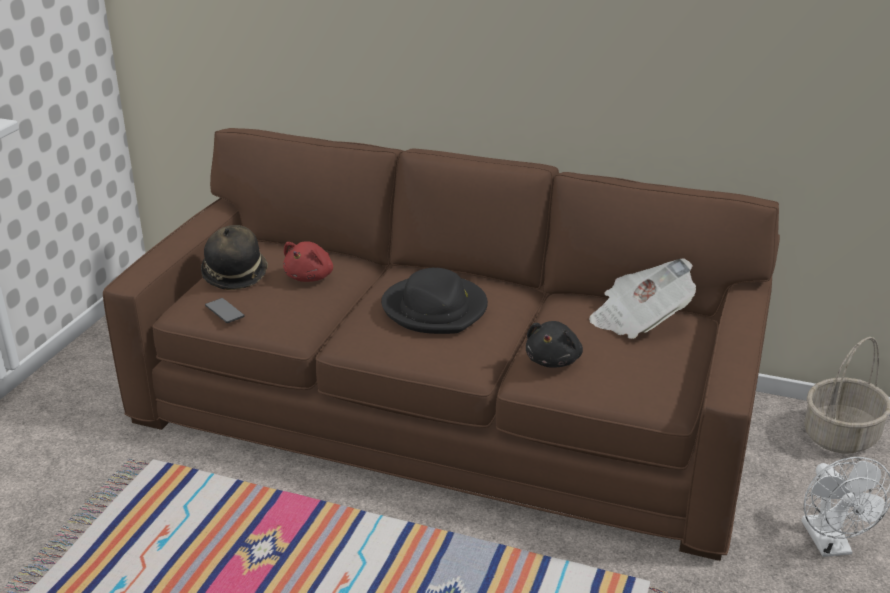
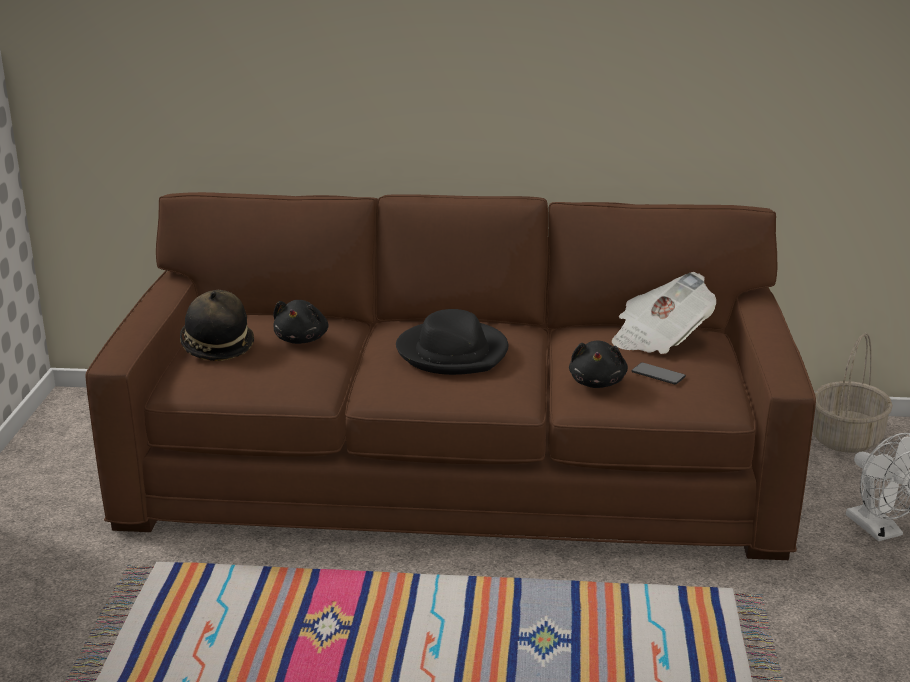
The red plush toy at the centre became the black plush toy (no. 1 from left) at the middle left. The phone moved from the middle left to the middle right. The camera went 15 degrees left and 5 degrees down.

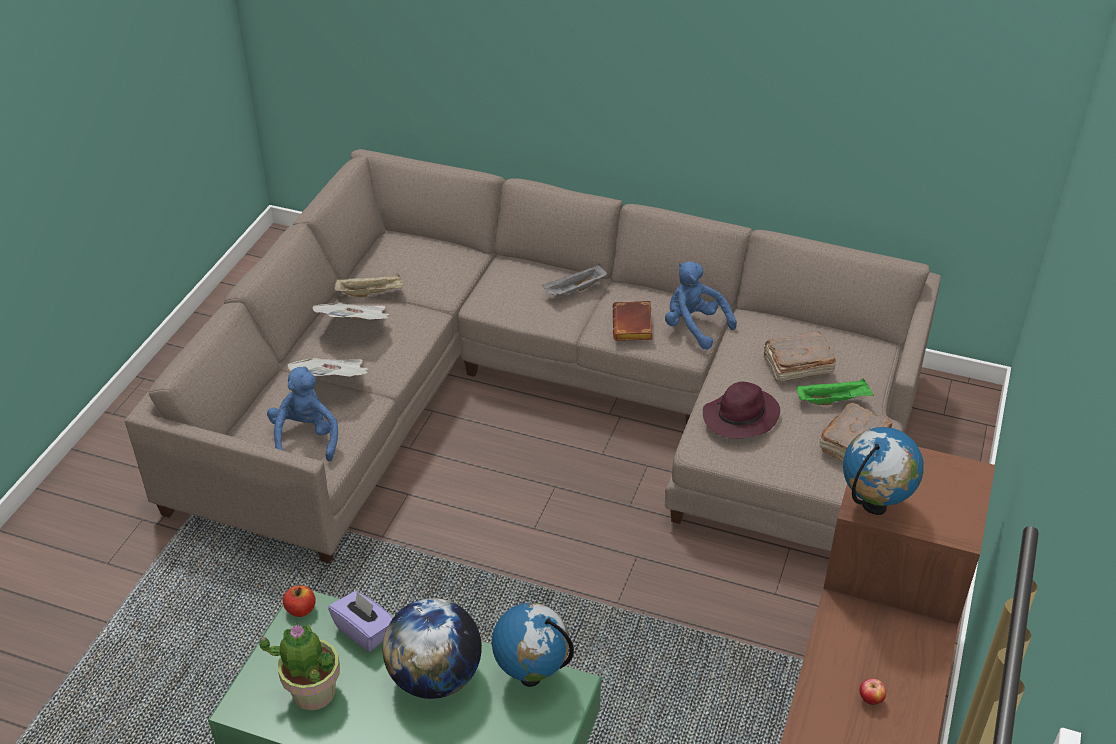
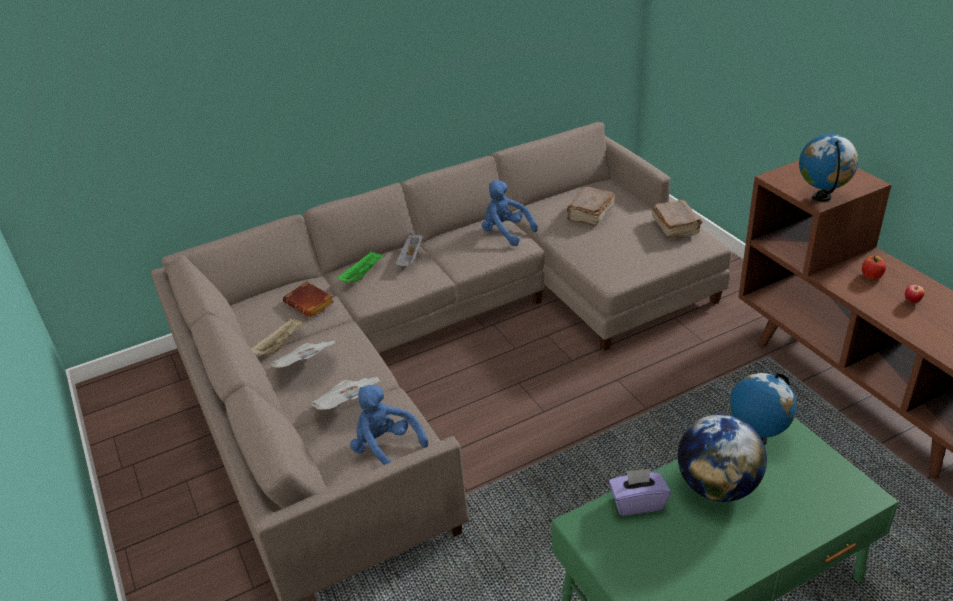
The blue plush toy (no. 2 from left) at the centre turned 45 degrees clockwise. The brown book (no. 1 from left) moved from the centre to the middle left. The green tray moved from the middle right to the centre. The purple hat at the centre disappeared. The apple (no. 1 from left) moved from the bottom left to the middle right. The potted plant at the bottom left disappeared. The camera went 45 degrees left and 5 degrees down.

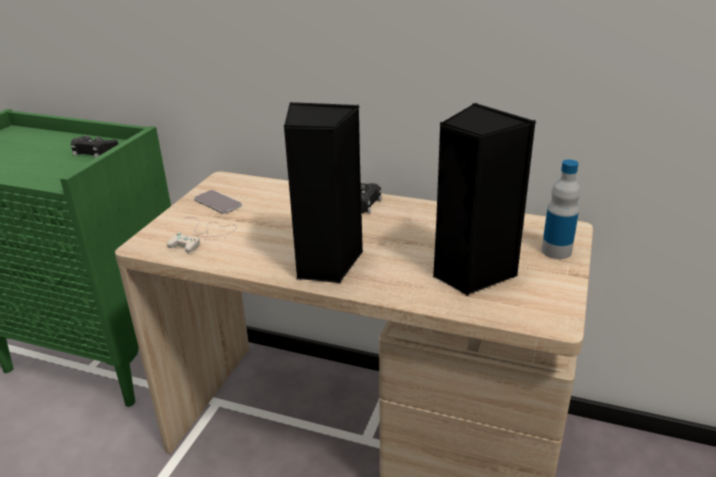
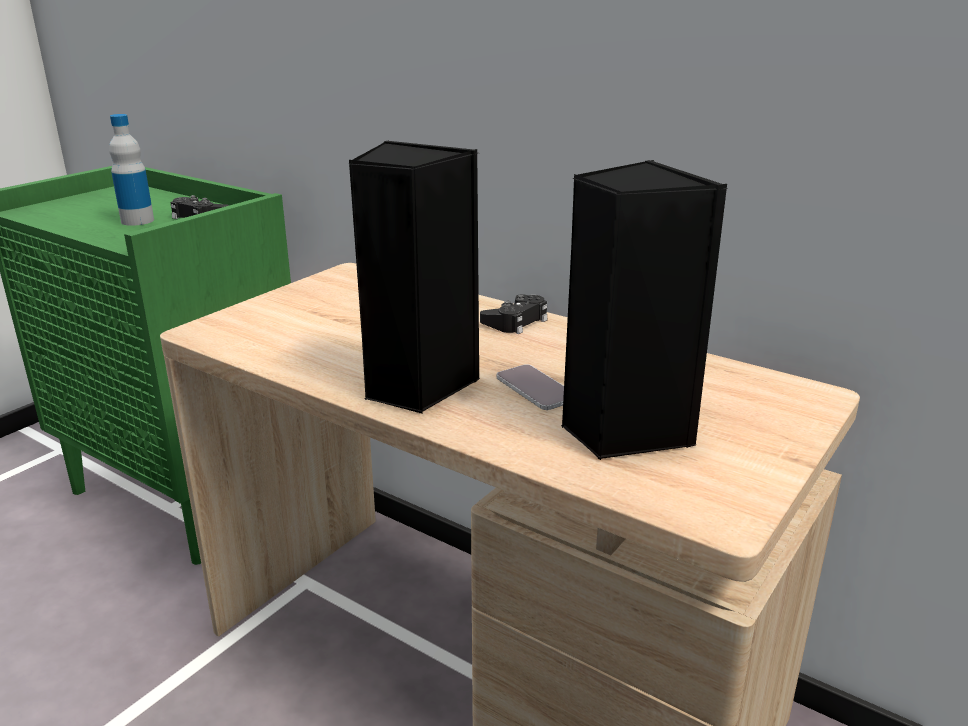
The bottle moved from the middle right to the top left. The phone moved from the middle left to the centre. The white game controller at the middle left disappeared. The camera went 15 degrees right and 5 degrees down.

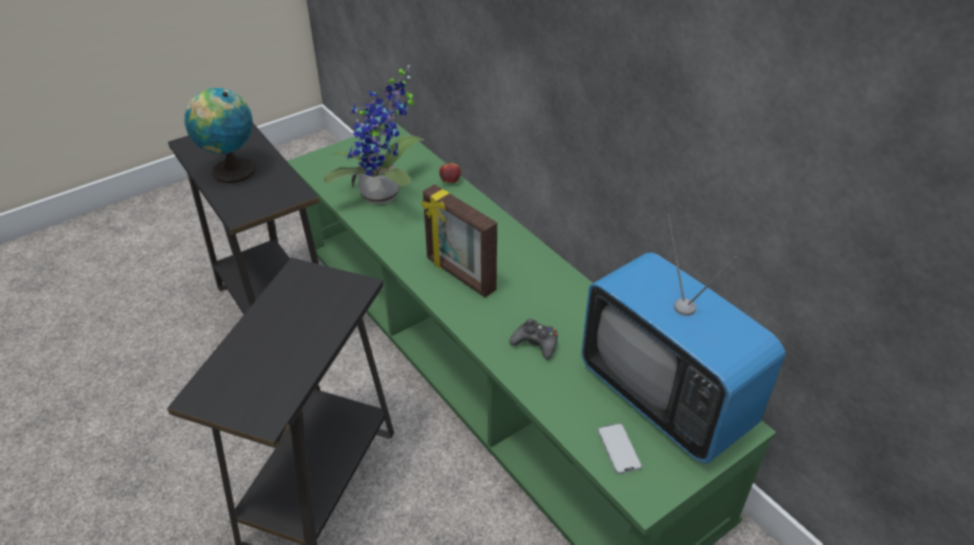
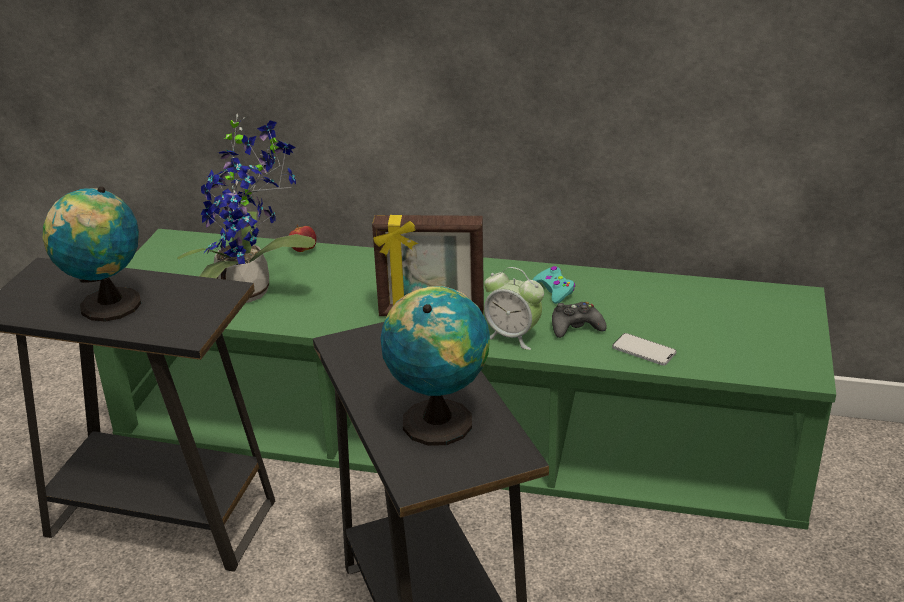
The television at the middle right disappeared. The phone moved from the bottom centre to the middle right. The turquoise game controller at the centre appeared. The alarm clock at the centre appeared. The globe (no. 2 from left) at the centre appeared. The camera went 40 degrees left and 10 degrees down.

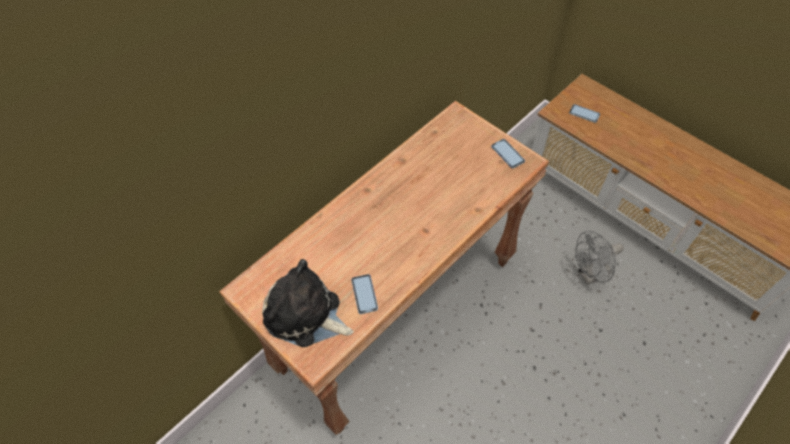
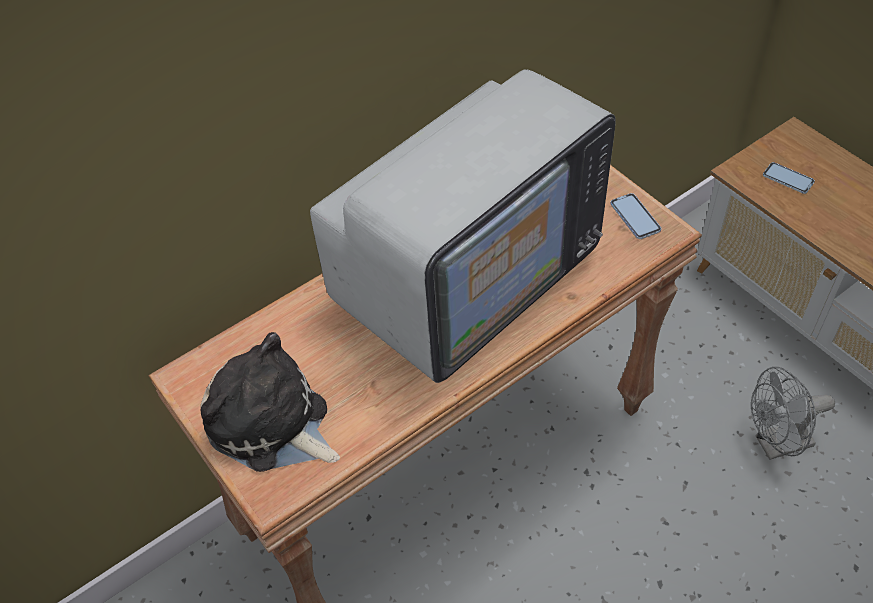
The phone (no. 1 from left) at the centre disappeared. The television at the centre appeared. The camera went 10 degrees right and 5 degrees down.

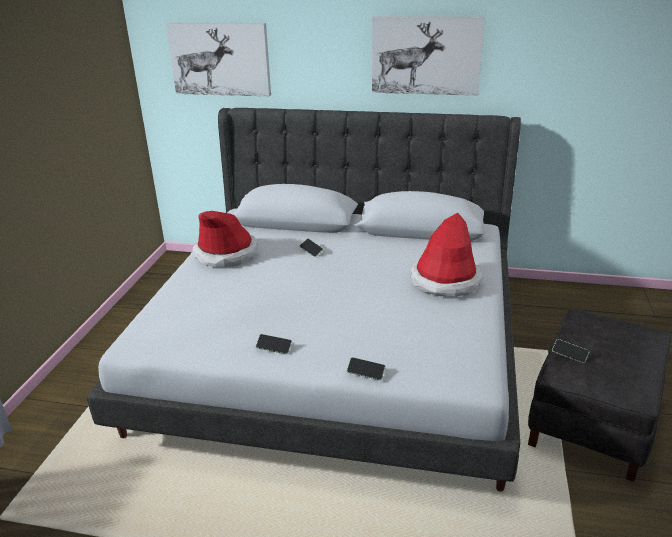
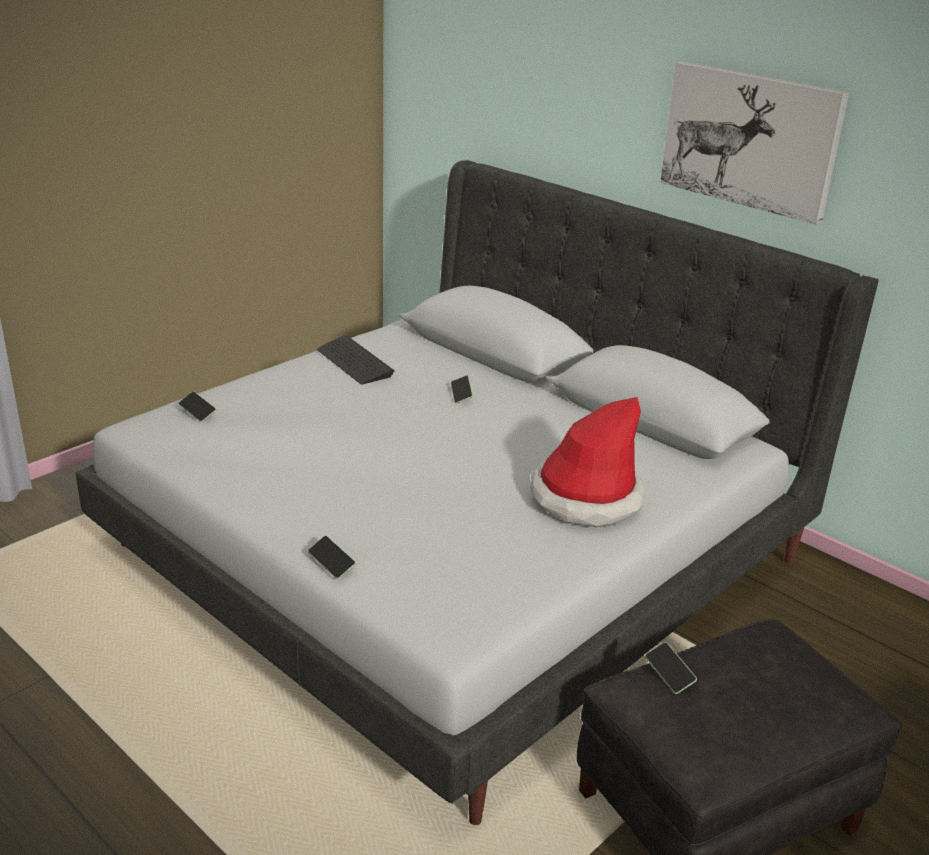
The picture (no. 1 from left) at the top left disappeared. The hat (no. 1 from left) at the centre was replaced by the keyboard at the centre. The phone (no. 1 from left) moved from the centre to the middle left. The camera went 30 degrees right and 0 degrees up.

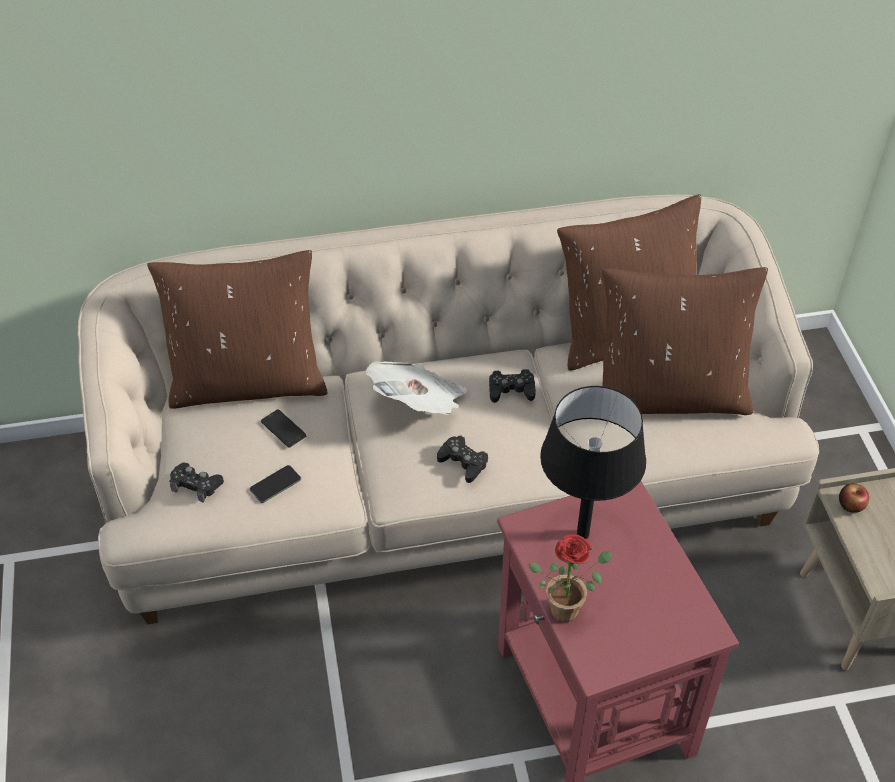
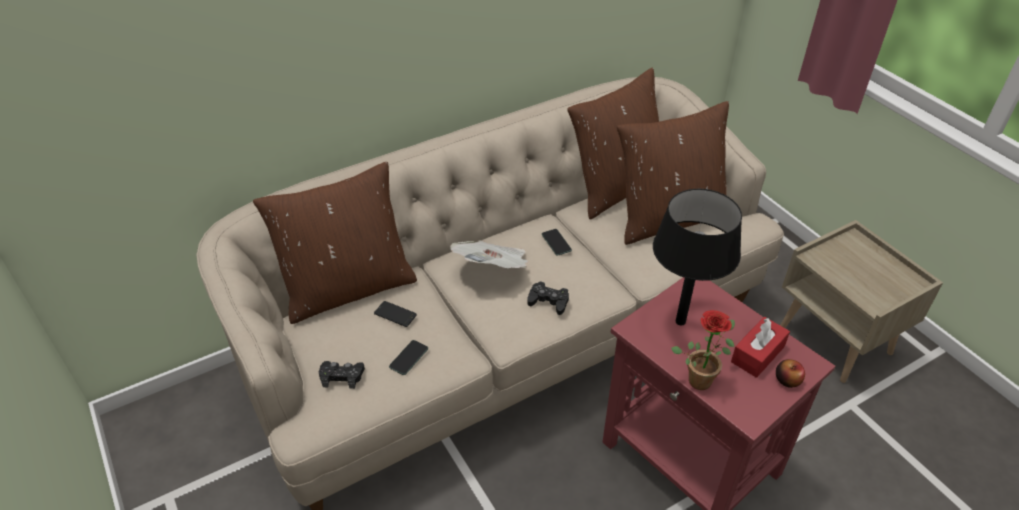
The black game controller (no. 3 from left) at the centre was replaced by the phone (no. 3 from left) at the centre. The apple moved from the middle right to the bottom right. The red tissue box at the bottom right appeared. The camera went 20 degrees left and 5 degrees down.

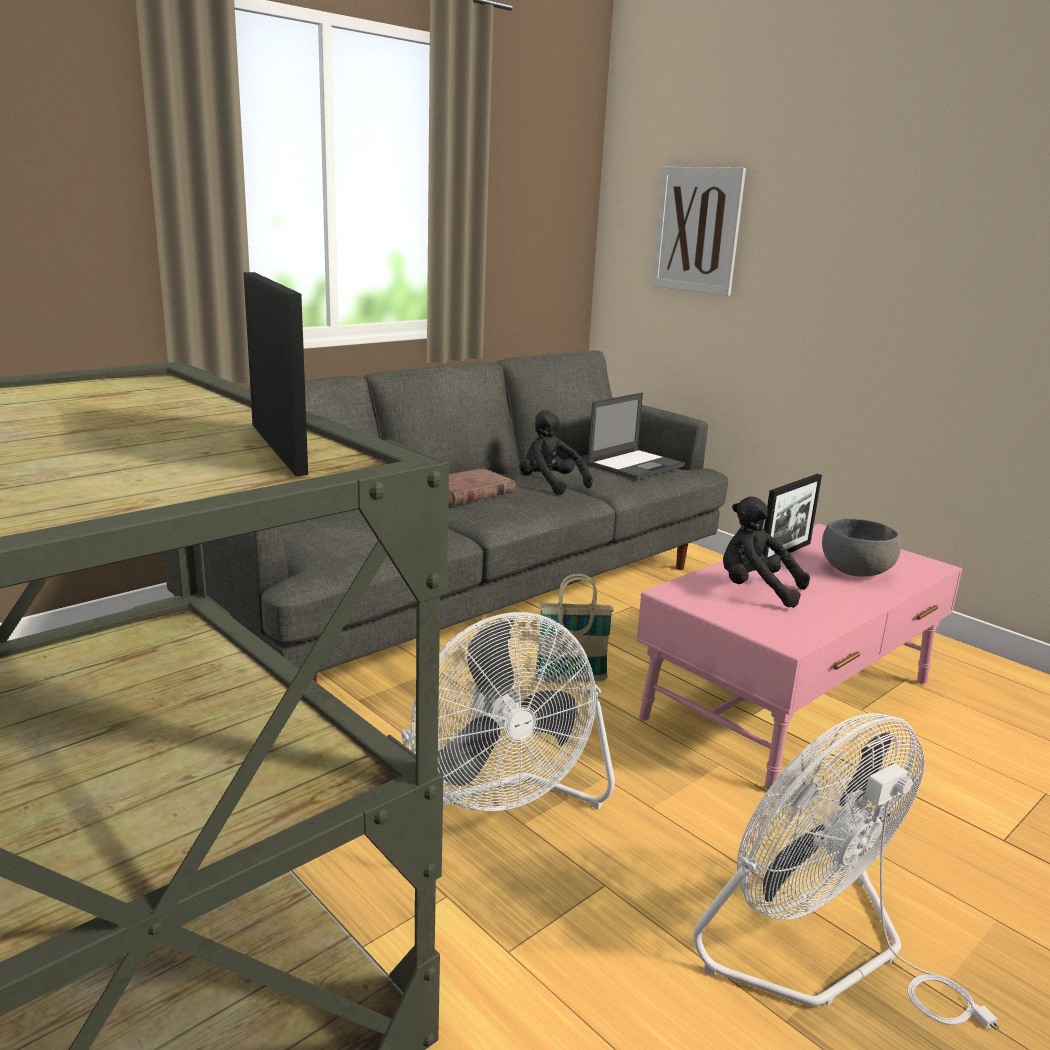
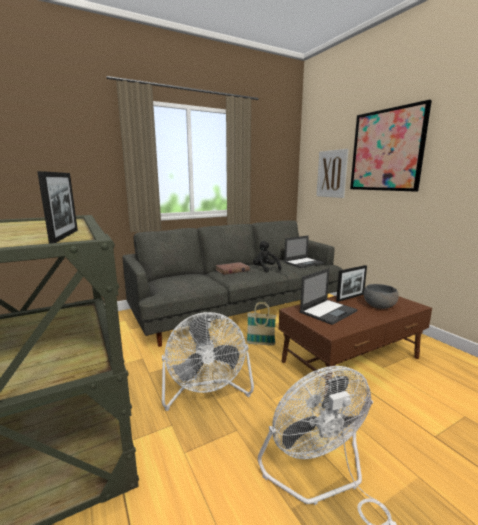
The black plush toy (no. 2 from left) at the middle right was replaced by the laptop (no. 2 from left) at the middle right. The pink coffee table at the middle right became the brown coffee table at the middle right. The picture (no. 2 from left) at the top right appeared. The camera went 15 degrees right and 5 degrees down.

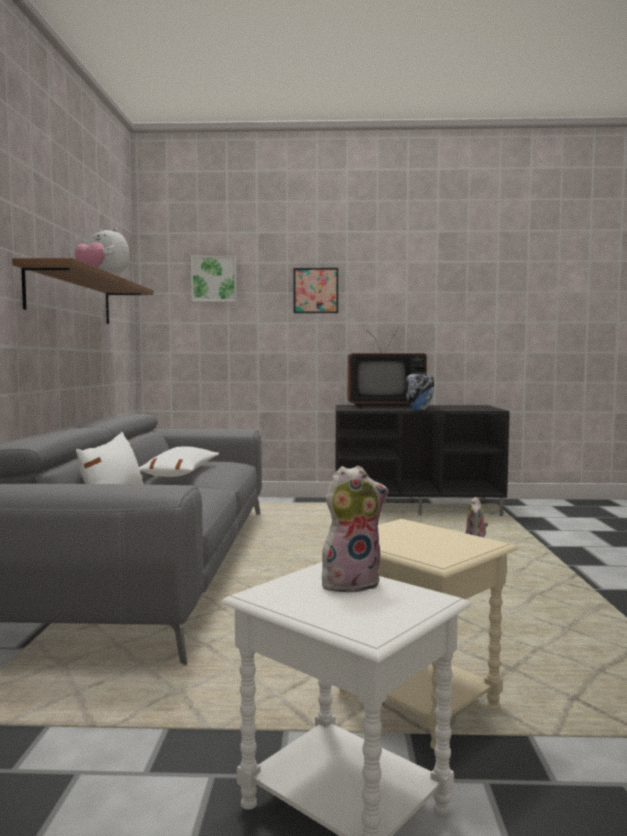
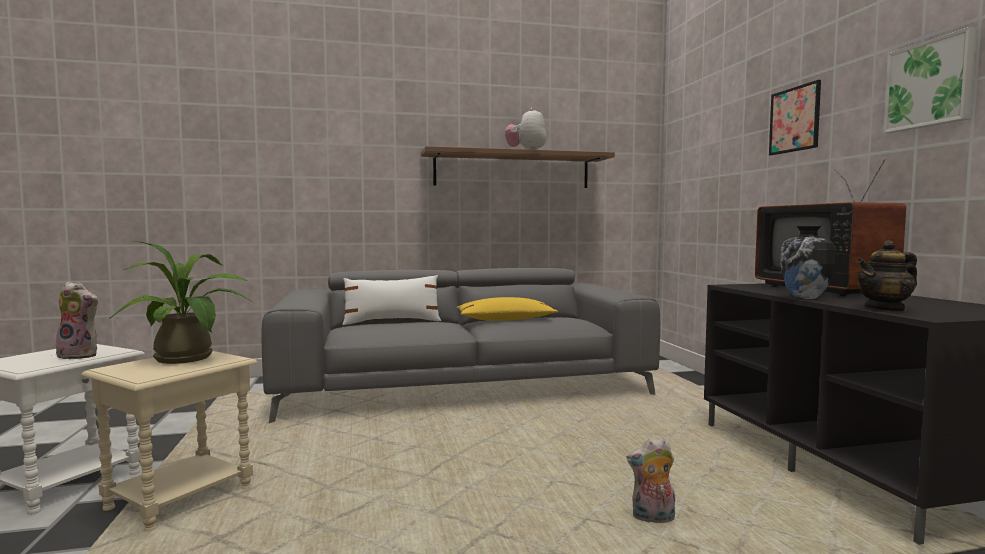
The picture (no. 1 from left in the first image) moved from the centre to the top right. The white pillow (no. 2 from left) at the middle left became the yellow pillow at the centre. The plush toy (no. 2 from left in the first image) at the centre turned 45 degrees counterclockwise. The teapot at the middle right appeared. The potted plant at the middle left appeared. The camera went 75 degrees right and 0 degrees up.

